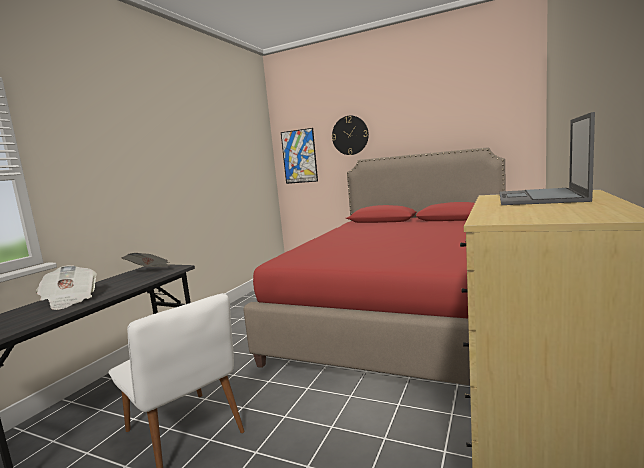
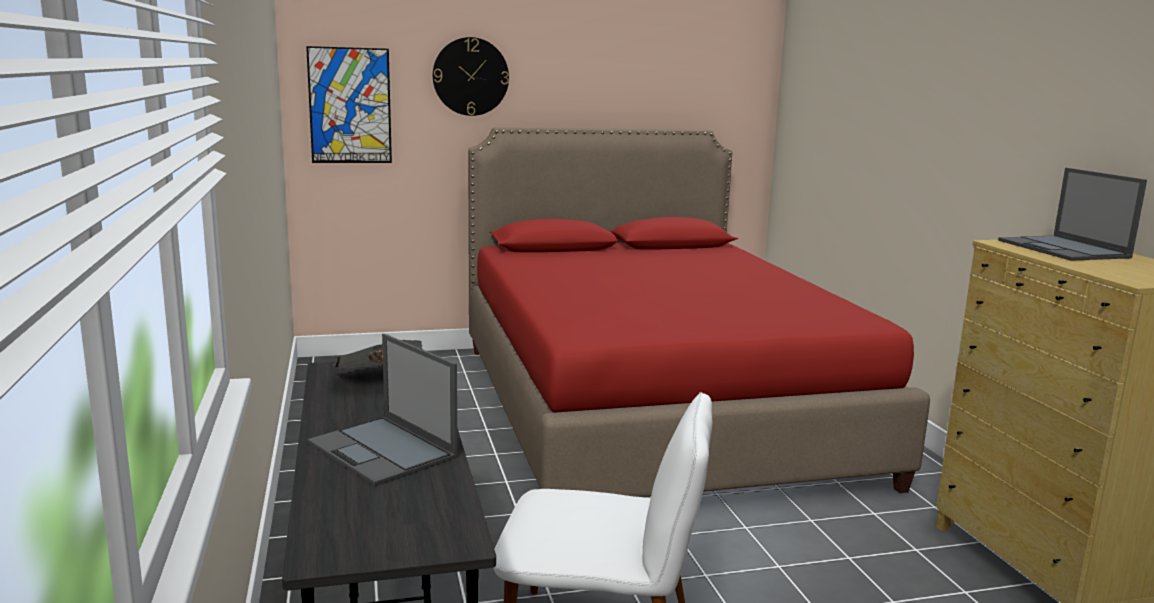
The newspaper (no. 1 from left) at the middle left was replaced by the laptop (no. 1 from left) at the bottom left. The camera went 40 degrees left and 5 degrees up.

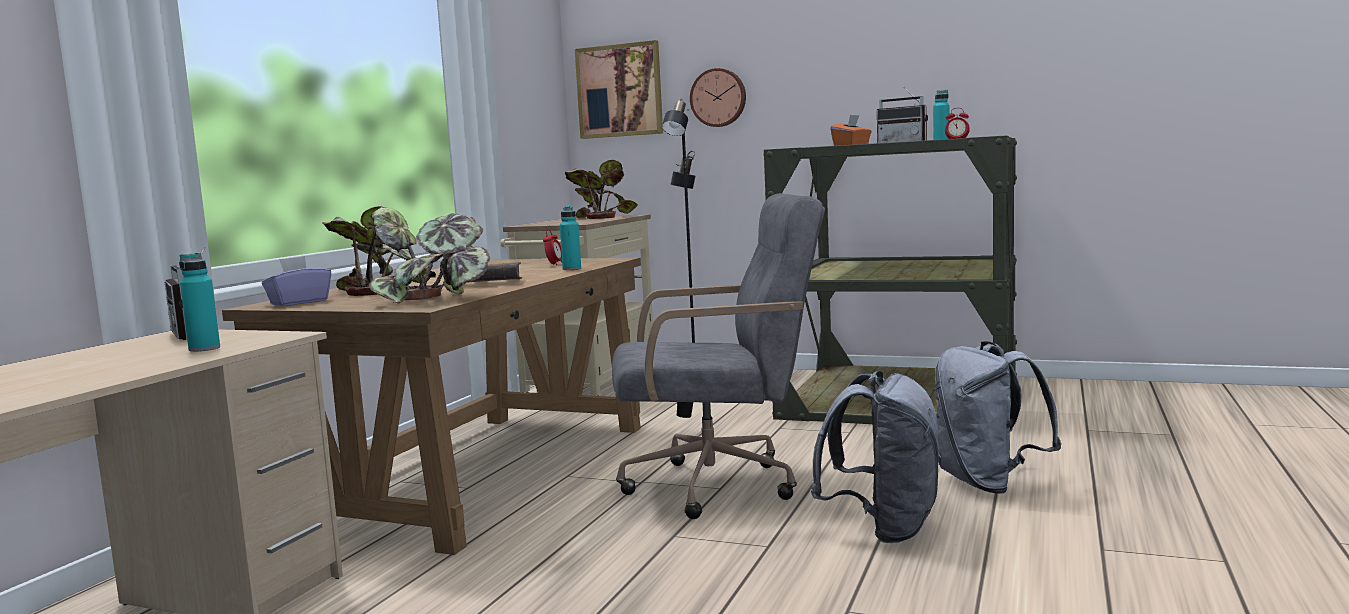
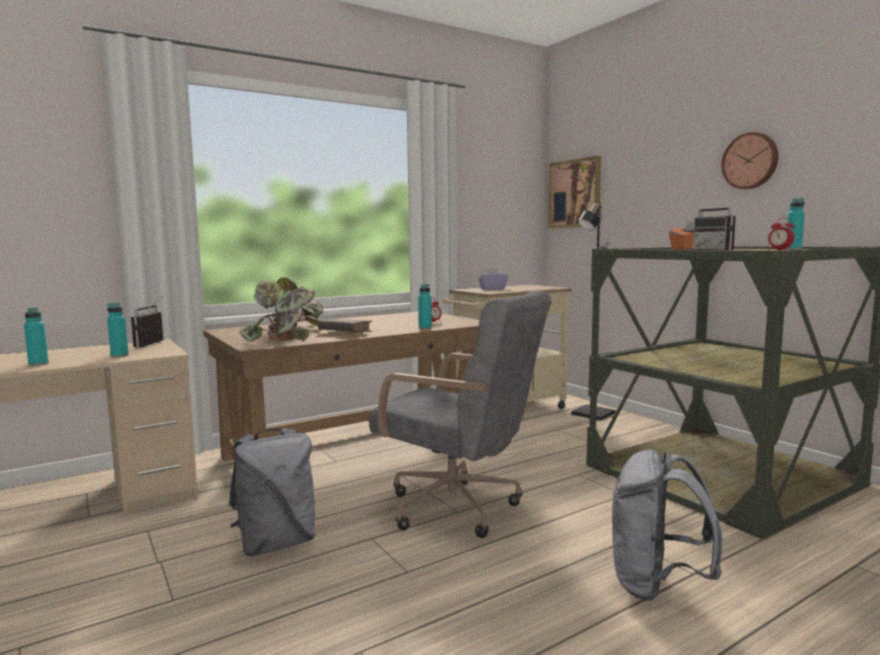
The wall clock moved from the top centre to the top right. The potted plant (no. 3 from left) at the top centre disappeared. The purple tissue box moved from the middle left to the centre. The grey backpack (no. 1 from left) moved from the bottom centre to the bottom left. The turquoise bottle (no. 1 from left) at the middle left appeared. The camera went 35 degrees right and 0 degrees up.

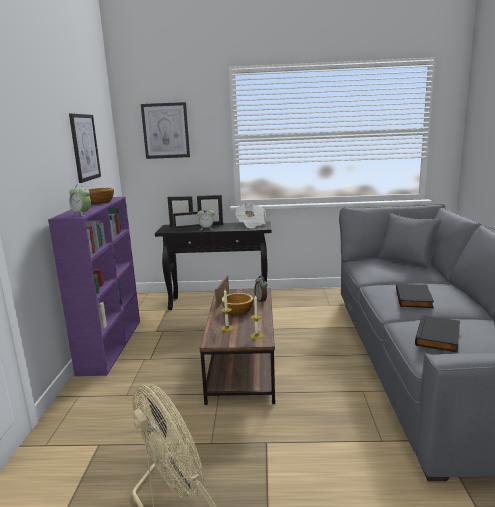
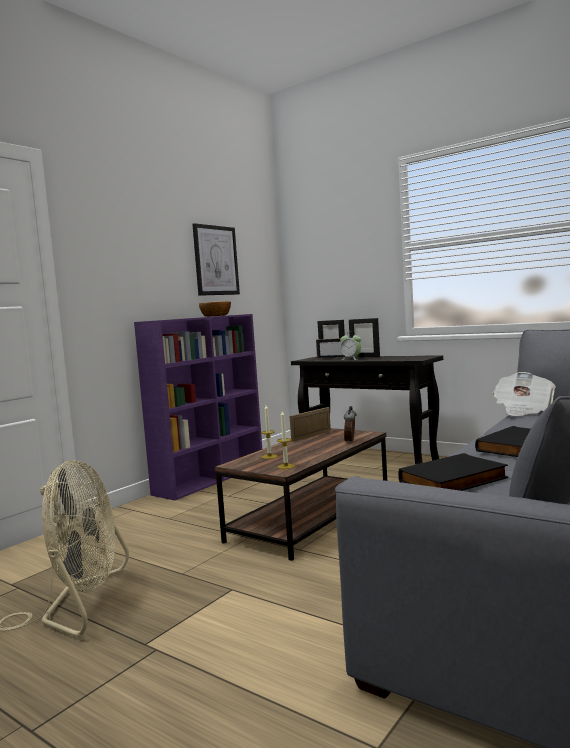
The picture (no. 2 from left) at the top centre disappeared. The alarm clock (no. 1 from left) at the middle left disappeared. The newspaper moved from the centre to the middle right. The bowl (no. 2 from left) at the centre disappeared. The camera went 35 degrees right and 10 degrees down.

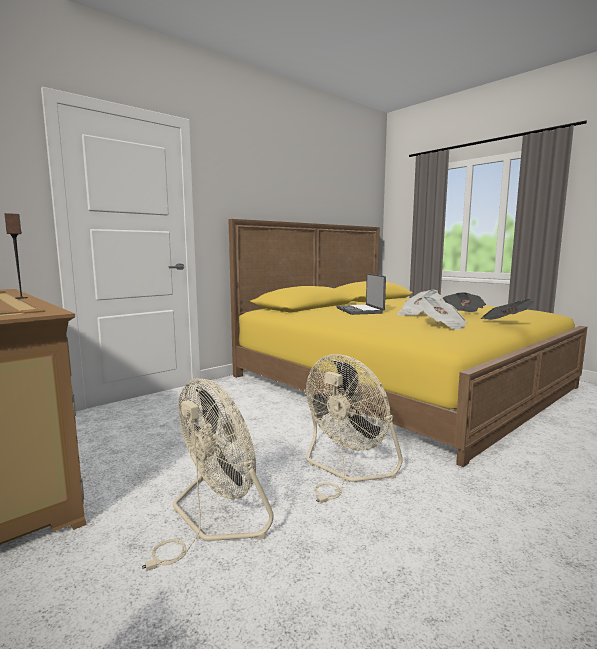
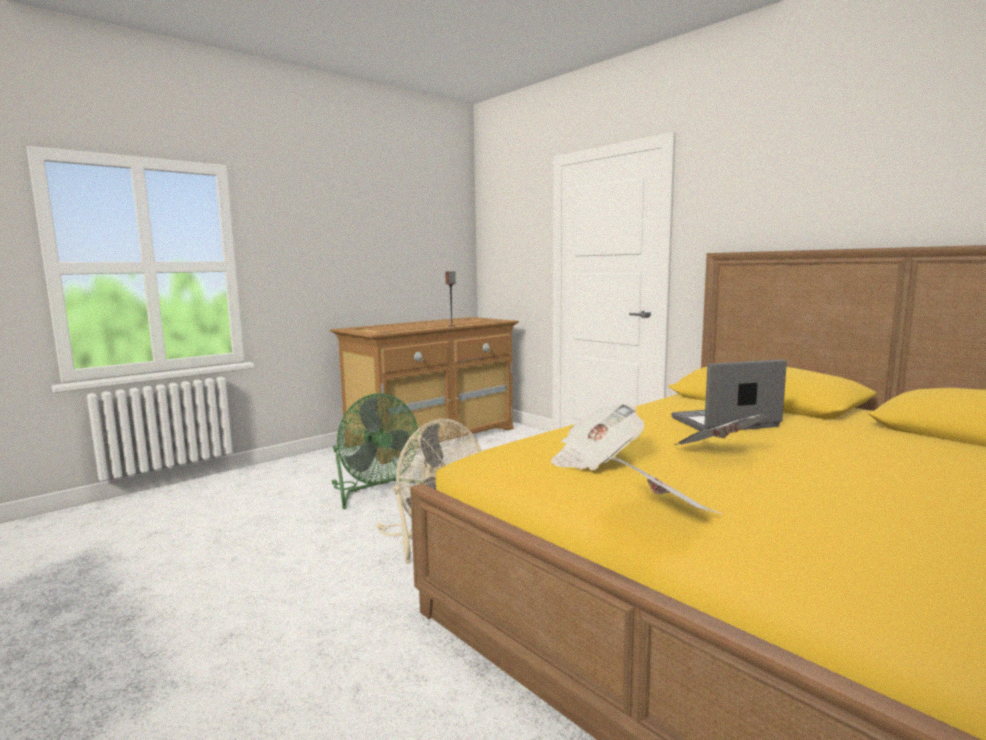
The newspaper (no. 3 from left) at the middle right disappeared. The beige fan (no. 1 from left) at the bottom centre became the green fan at the centre. The camera went 90 degrees right and 0 degrees up.

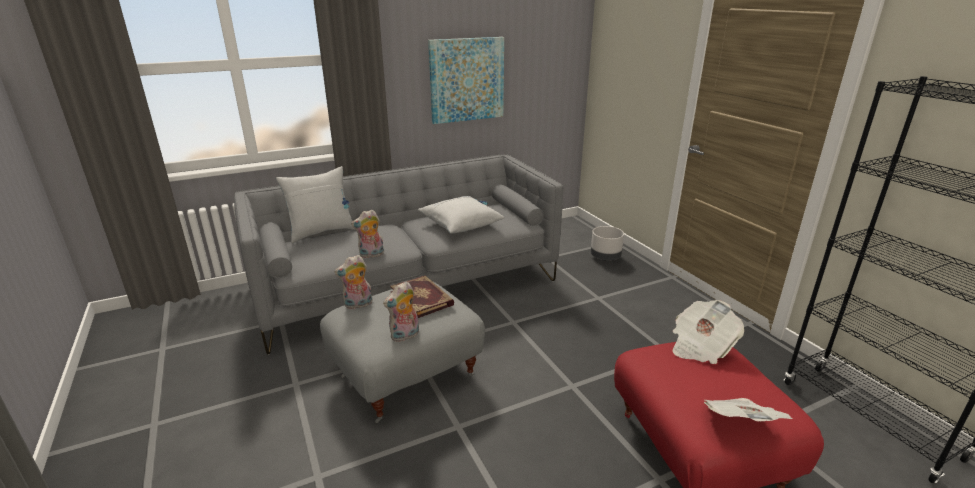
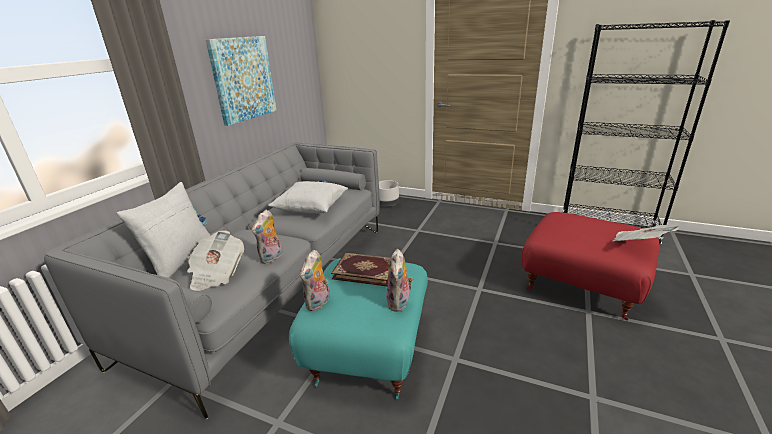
The grey ottoman at the bottom centre became the turquoise ottoman at the bottom centre. The newspaper (no. 1 from left) moved from the bottom right to the middle left. The camera went 40 degrees left and 0 degrees up.

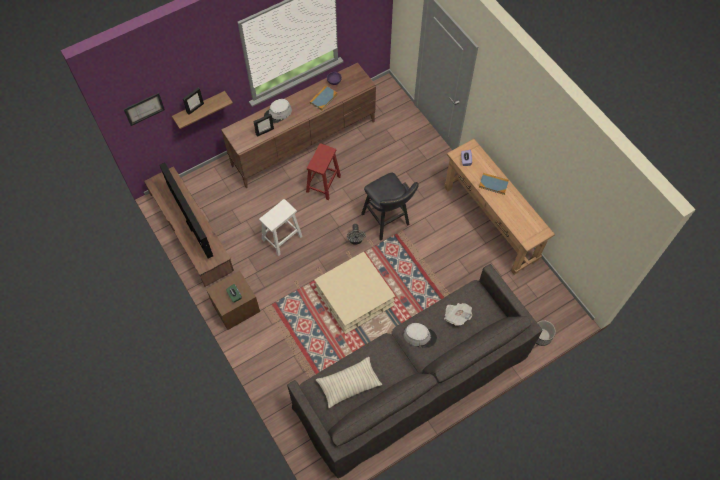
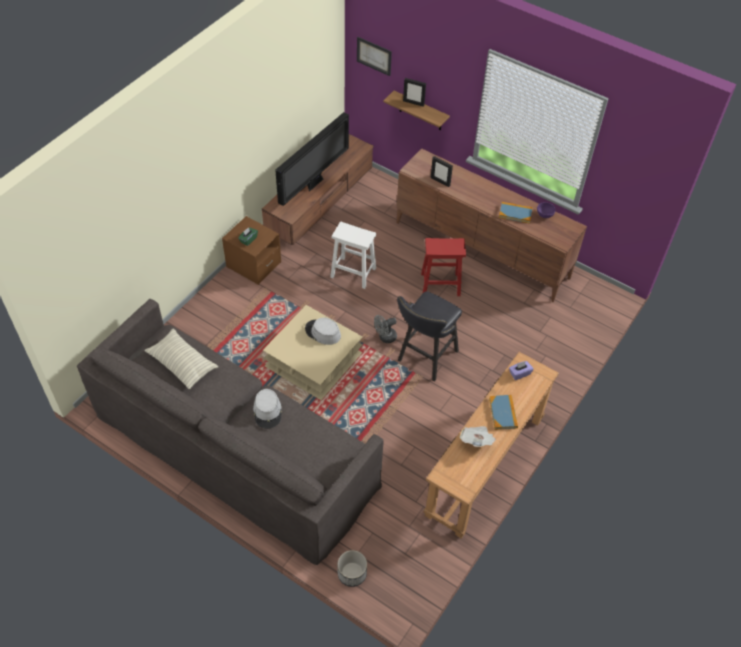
The grey hat (no. 1 from left in the first image) moved from the top centre to the centre. The newspaper moved from the centre to the bottom centre. The camera went 65 degrees right and 10 degrees down.

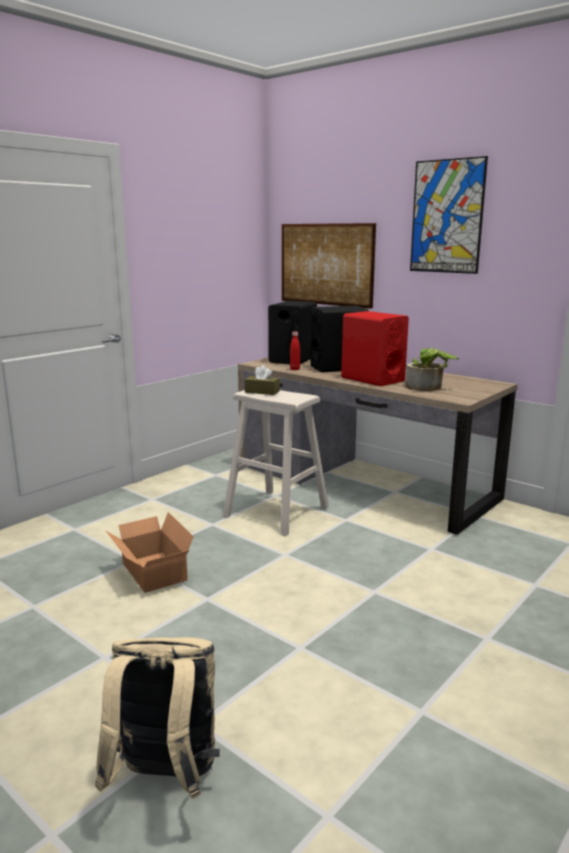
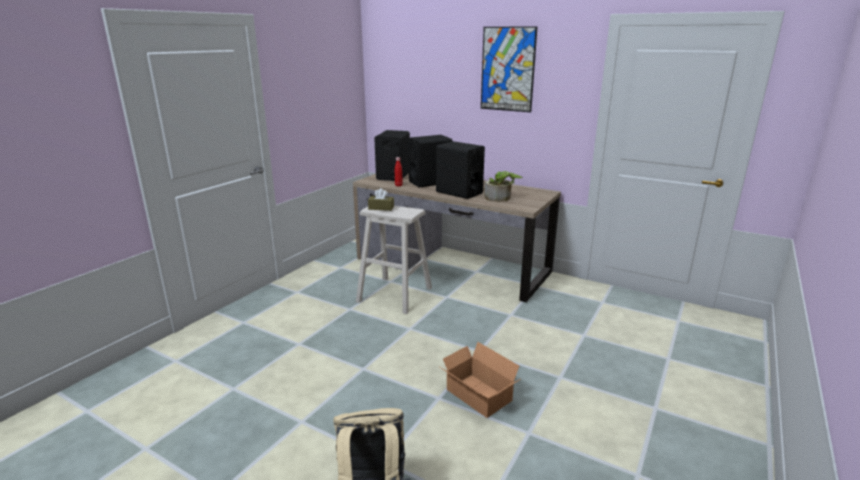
The picture (no. 1 from left) at the top centre disappeared. The red speaker at the centre became the black speaker (no. 3 from left) at the centre. The cardboard box moved from the middle left to the bottom centre. The camera went 10 degrees left and 5 degrees up.

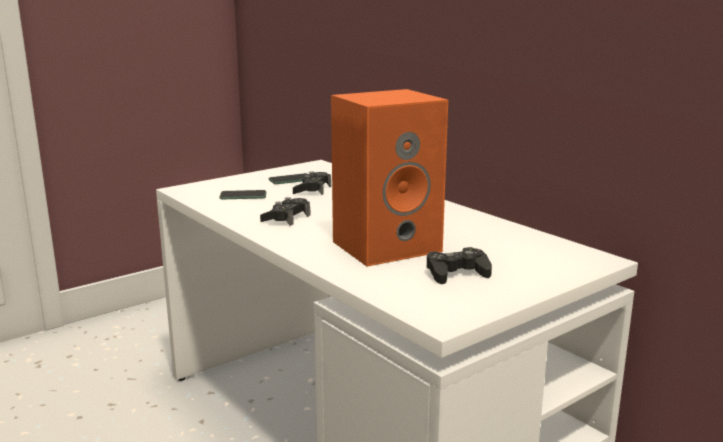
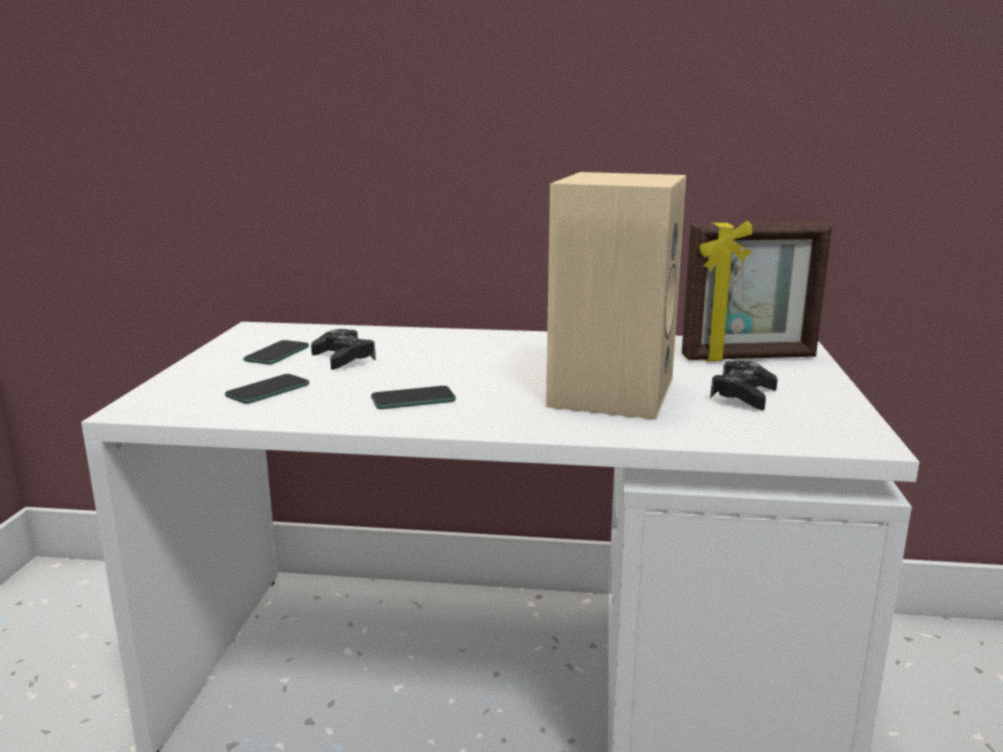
The orange speaker at the centre became the beige speaker at the centre. The black game controller (no. 1 from left) at the centre was replaced by the phone (no. 3 from left) at the centre. The picture frame at the middle right appeared. The camera went 45 degrees left and 0 degrees up.

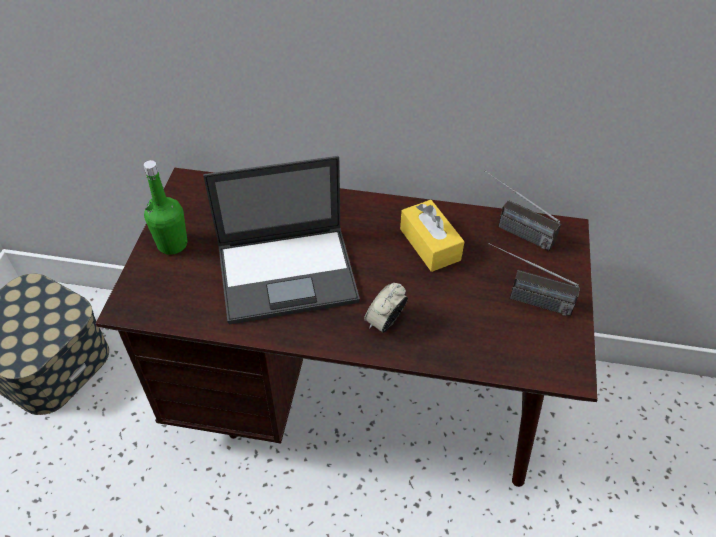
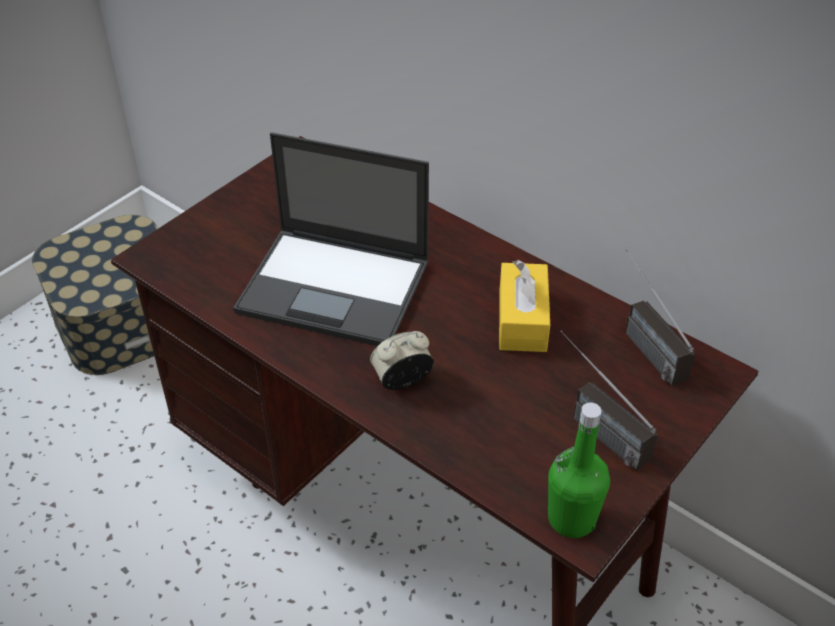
The green bottle moved from the middle left to the bottom right. The camera went 30 degrees right and 5 degrees down.

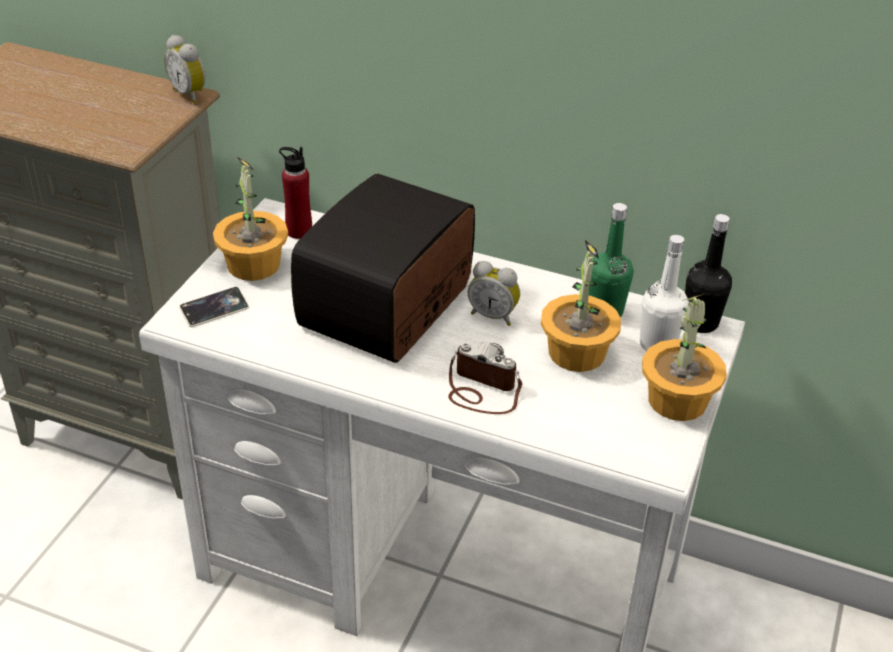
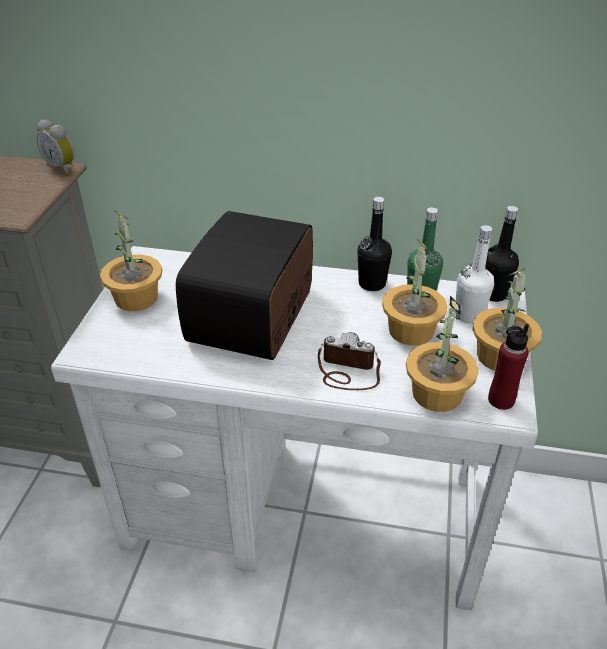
The red bottle moved from the top left to the middle right. The alarm clock (no. 2 from left) at the centre disappeared. The phone at the middle left disappeared. The black bottle (no. 1 from left) at the centre appeared. The potted plant (no. 3 from left) at the middle right appeared. The camera went 10 degrees left and 0 degrees up.

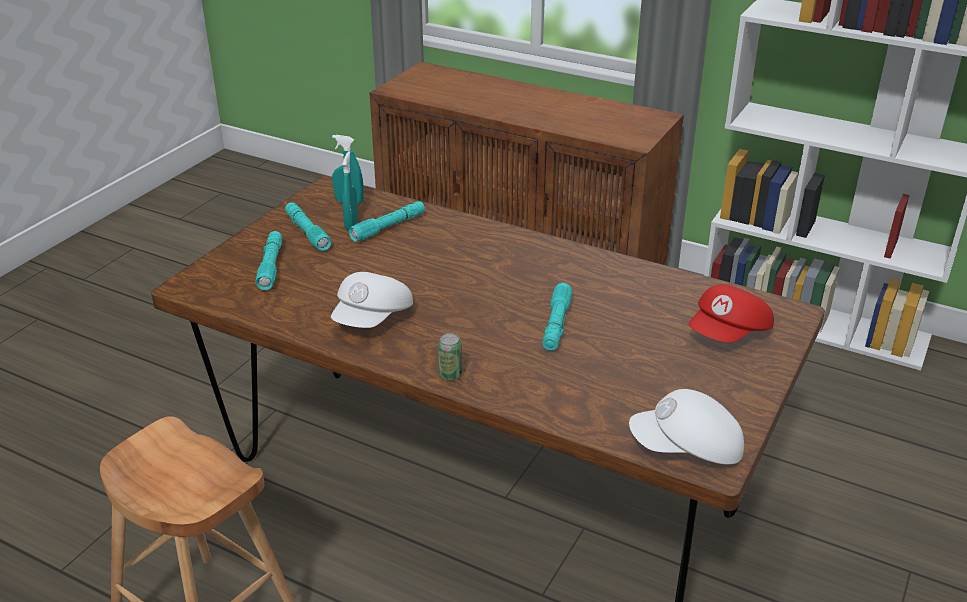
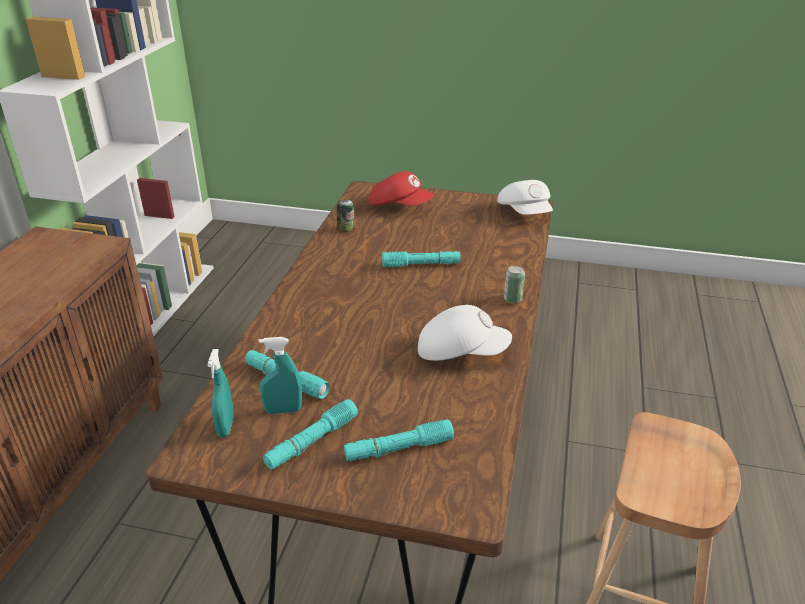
The can (no. 1 from left) at the centre appeared. The camera went 105 degrees left and 0 degrees up.

